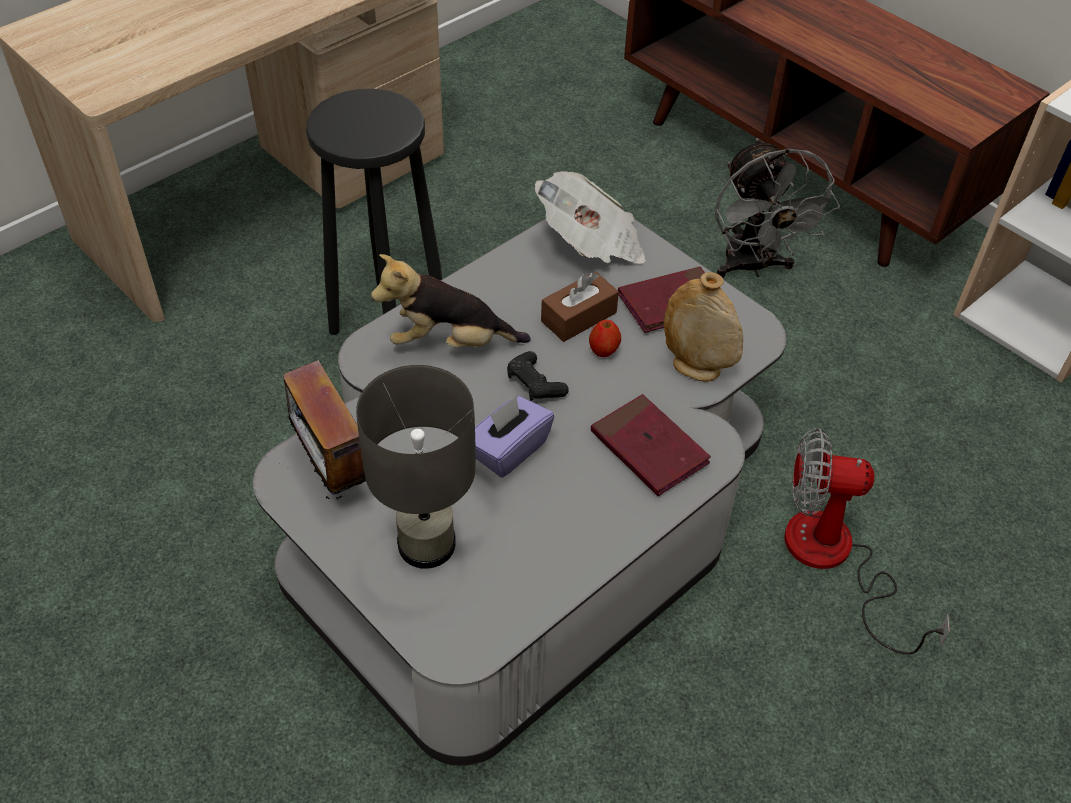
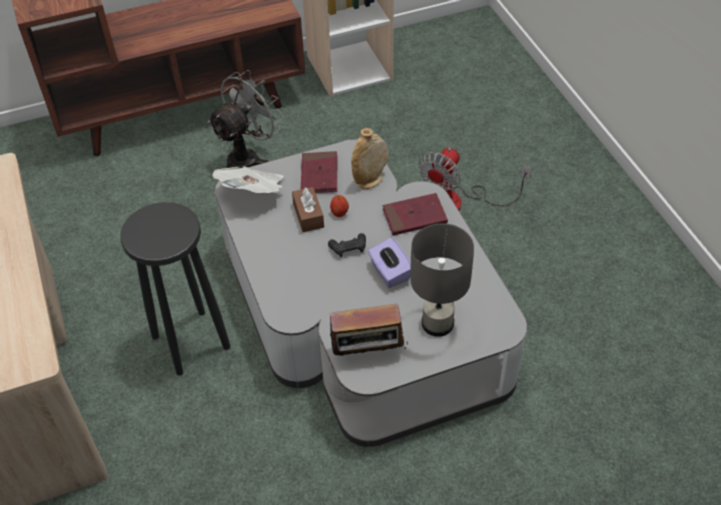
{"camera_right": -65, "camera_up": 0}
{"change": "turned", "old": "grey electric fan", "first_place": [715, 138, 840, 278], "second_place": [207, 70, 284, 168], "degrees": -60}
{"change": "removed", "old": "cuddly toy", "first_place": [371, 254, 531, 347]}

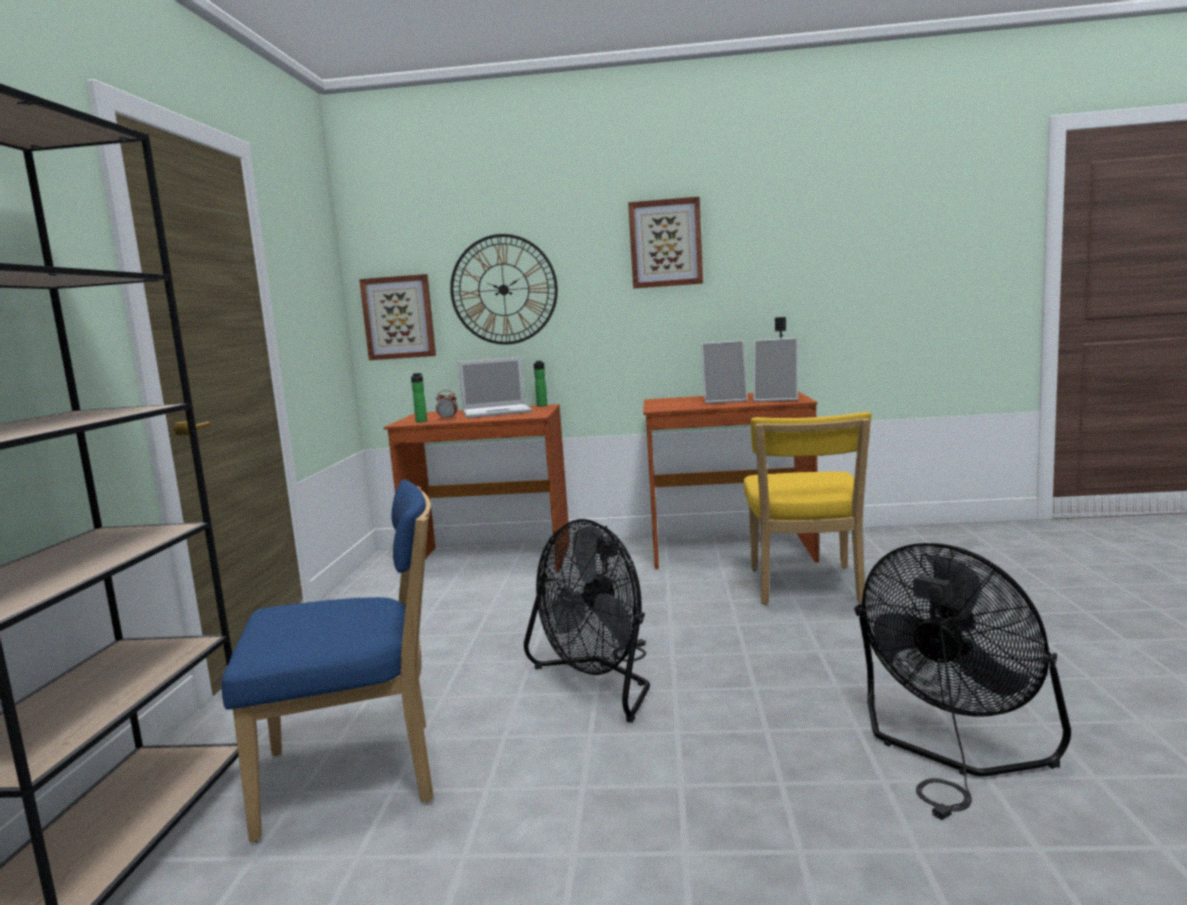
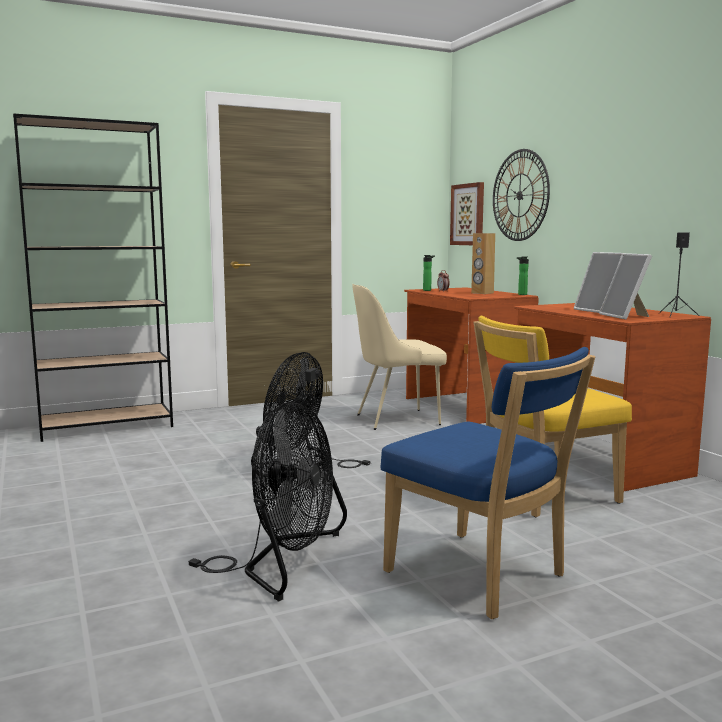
{"camera_right": 60, "camera_up": 0}
{"change": "removed", "old": "wall art", "first_place": [628, 197, 703, 289]}
{"change": "replaced", "old": "notebook computer", "new": "brown audio speaker", "first_place": [458, 357, 532, 418], "second_place": [471, 233, 495, 294]}
{"change": "moved", "old": "bluish chair", "first_place": [222, 479, 433, 842], "second_place": [380, 347, 596, 619]}
{"change": "added", "new": "beige chair", "second_place": [352, 284, 447, 430]}

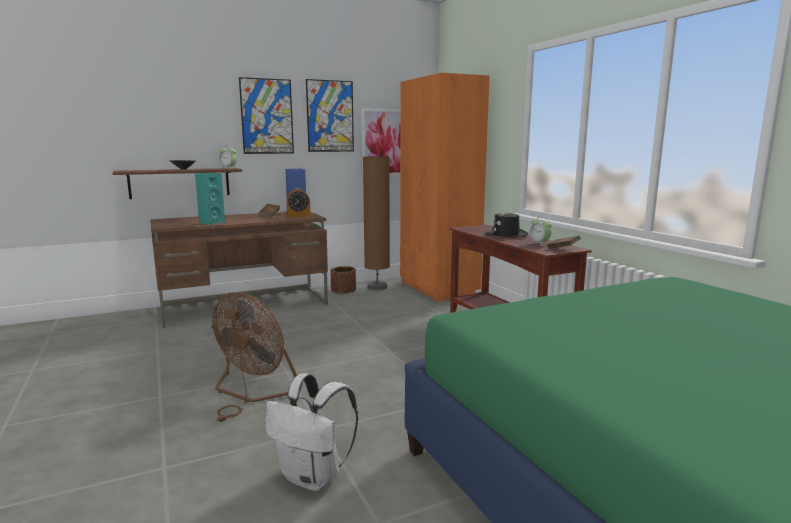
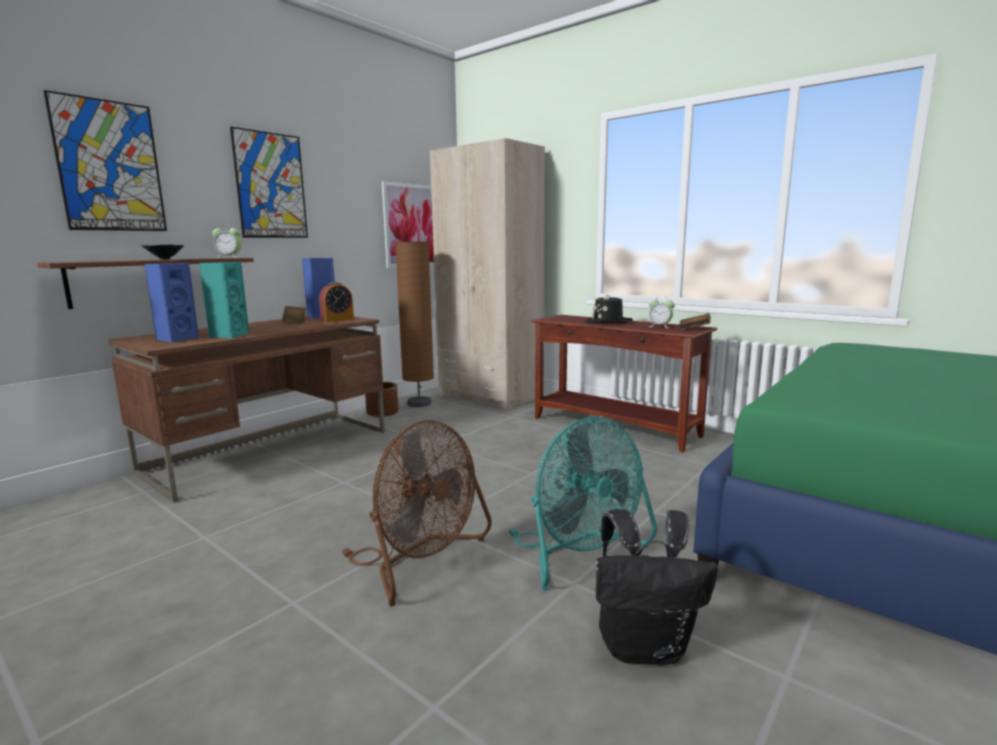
{"camera_right": -25, "camera_up": 0}
{"change": "recoloured", "old": "orange wardrobe", "new": "beige wardrobe", "first_place": [400, 73, 490, 302], "second_place": [430, 138, 545, 409]}
{"change": "moved", "old": "wall art", "first_place": [306, 79, 354, 152], "second_place": [43, 90, 167, 231]}
{"change": "turned", "old": "brown electric fan", "first_place": [211, 292, 297, 422], "second_place": [342, 420, 492, 607], "degrees": 120}
{"change": "recoloured", "old": "white-coloured backpack", "new": "black-coloured backpack", "first_place": [265, 374, 358, 491], "second_place": [596, 509, 718, 665]}
{"change": "added", "new": "bluish audio speaker", "second_place": [145, 263, 199, 343]}
{"change": "added", "new": "turquoise-coloured electric fan", "second_place": [509, 417, 657, 591]}

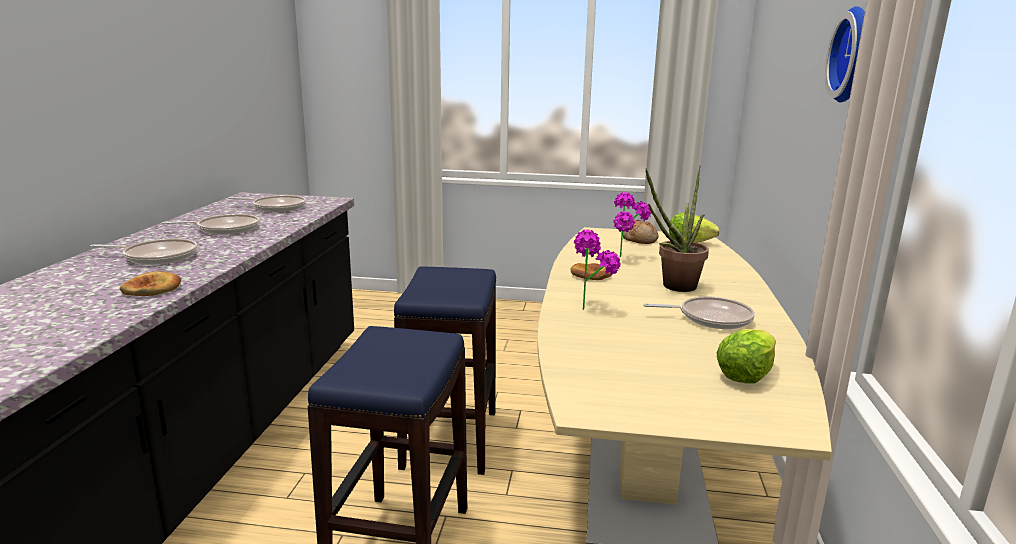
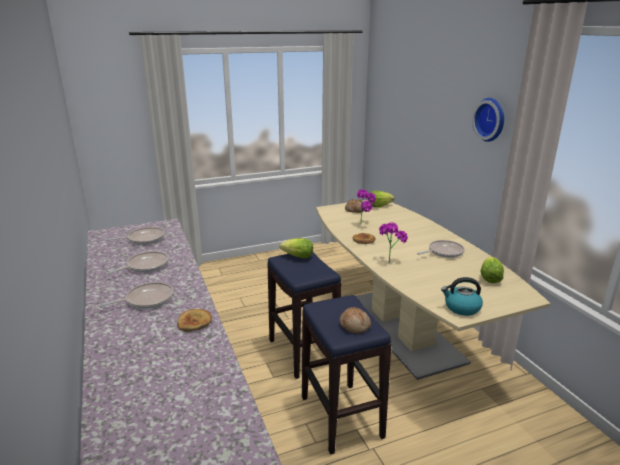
{"camera_right": -30, "camera_up": 5}
{"change": "removed", "old": "plant in a pot", "first_place": [645, 165, 709, 292]}
{"change": "added", "new": "lettuce", "second_place": [280, 238, 313, 259]}
{"change": "added", "new": "water kettle", "second_place": [441, 277, 483, 316]}
{"change": "added", "new": "bakery bread", "second_place": [339, 307, 371, 334]}

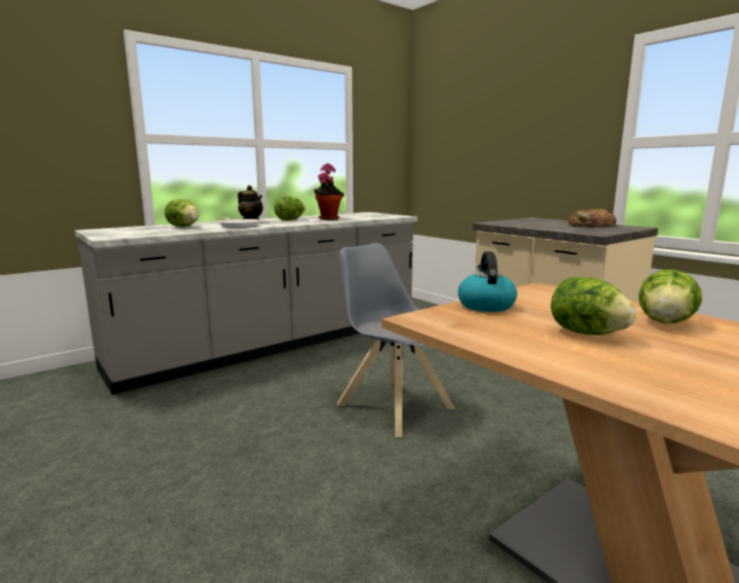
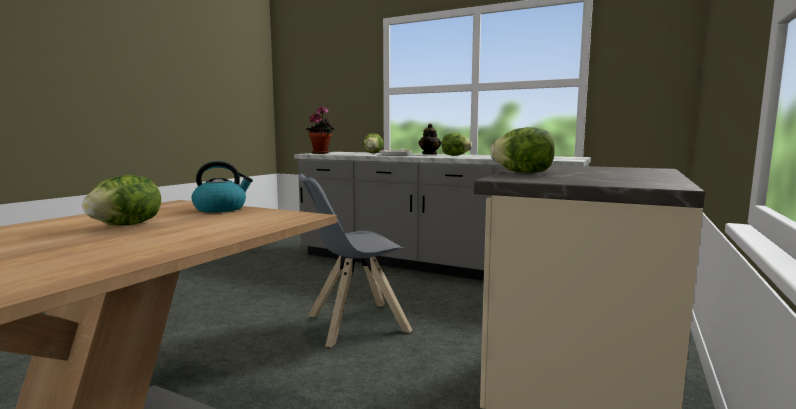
{"camera_right": 65, "camera_up": -5}
{"change": "moved", "old": "plant in a pot", "first_place": [314, 163, 344, 220], "second_place": [306, 106, 334, 154]}
{"change": "removed", "old": "bakery bread", "first_place": [568, 209, 616, 228]}
{"change": "turned", "old": "grey chair", "first_place": [337, 243, 455, 437], "second_place": [298, 174, 412, 347], "degrees": -135}
{"change": "moved", "old": "lettuce", "first_place": [639, 269, 702, 323], "second_place": [490, 127, 555, 173]}

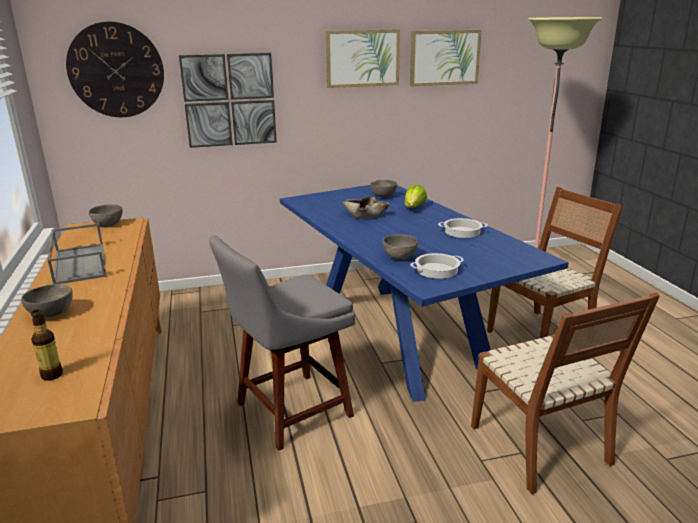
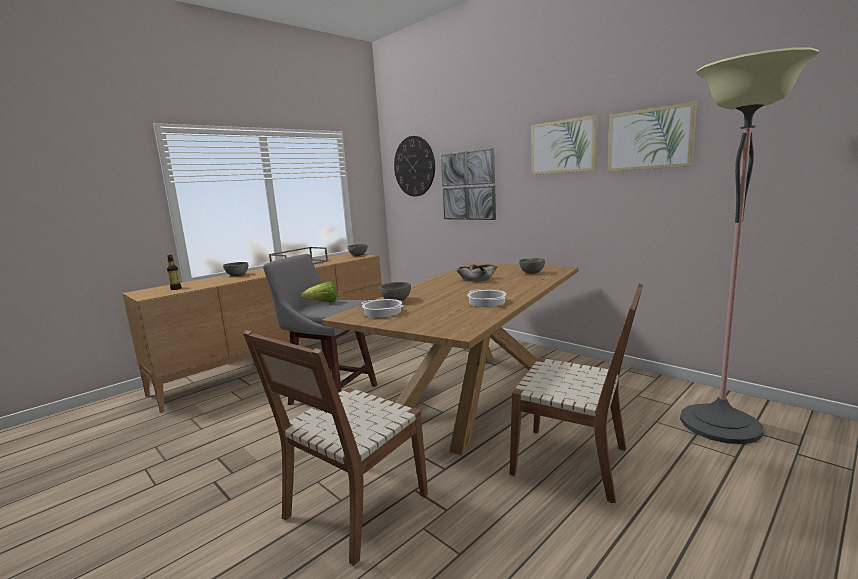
{"camera_right": 60, "camera_up": -10}
{"change": "recoloured", "old": "bluish dinner table", "new": "brown dinner table", "first_place": [280, 185, 569, 402], "second_place": [321, 263, 578, 455]}
{"change": "moved", "old": "lettuce", "first_place": [405, 185, 427, 208], "second_place": [300, 282, 337, 303]}

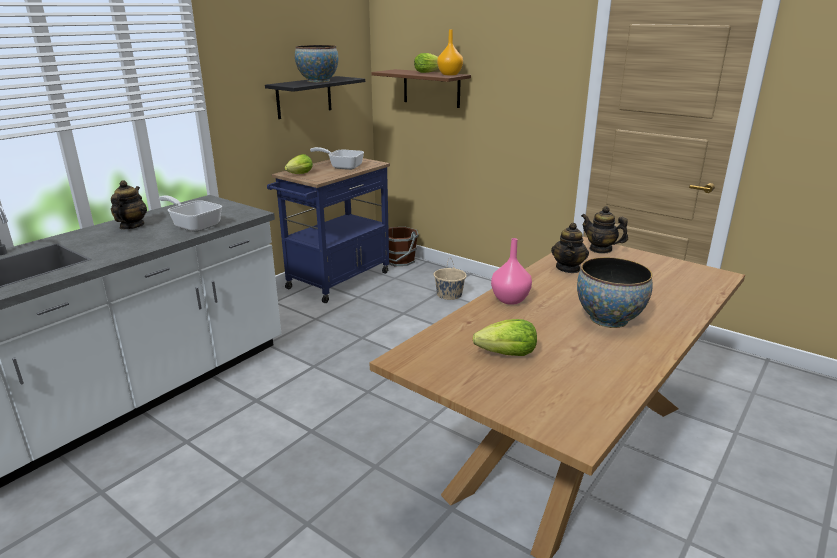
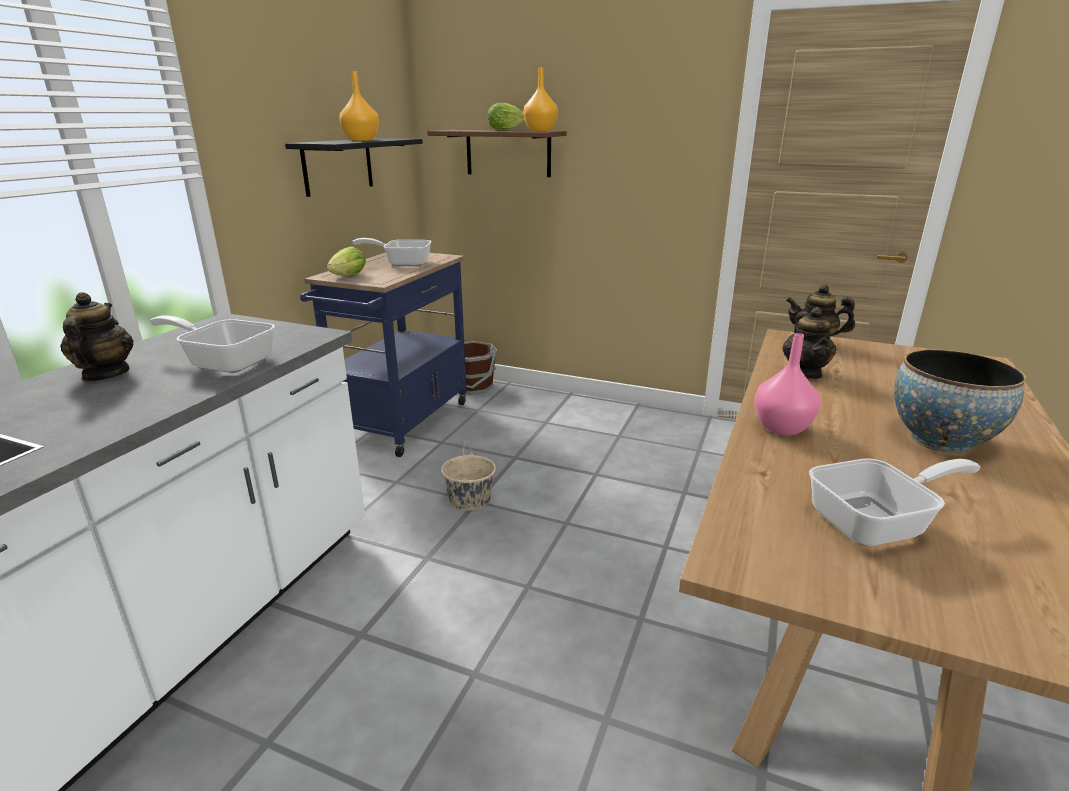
{"camera_right": -15, "camera_up": 0}
{"change": "replaced", "old": "serving bowl", "new": "orange vase", "first_place": [295, 45, 338, 83], "second_place": [339, 71, 379, 141]}
{"change": "moved", "old": "beige pail", "first_place": [434, 258, 467, 300], "second_place": [441, 442, 496, 511]}
{"change": "replaced", "old": "lettuce", "new": "skillet", "first_place": [473, 319, 537, 356], "second_place": [809, 458, 981, 546]}

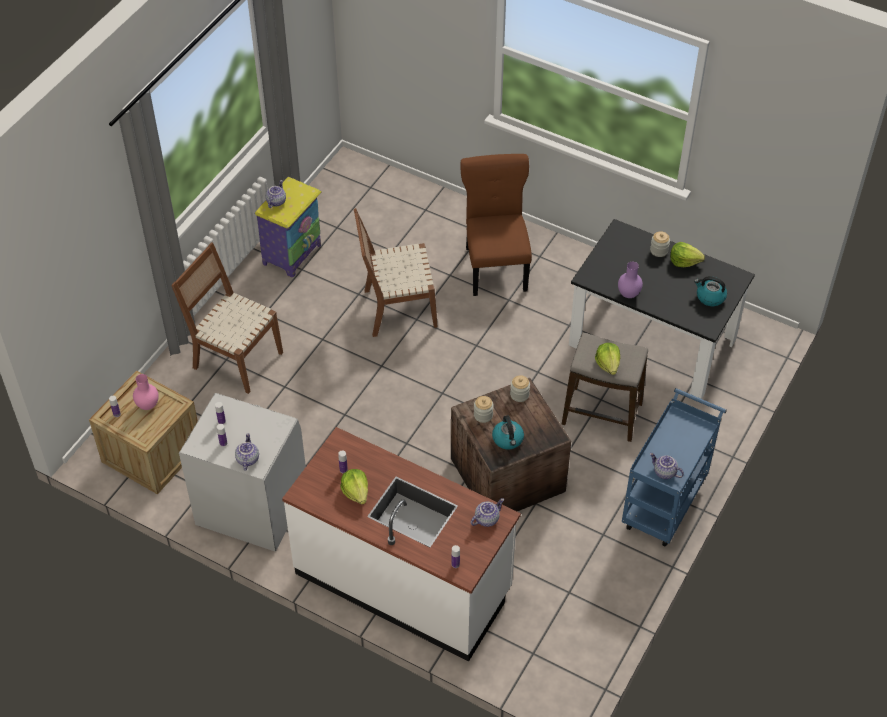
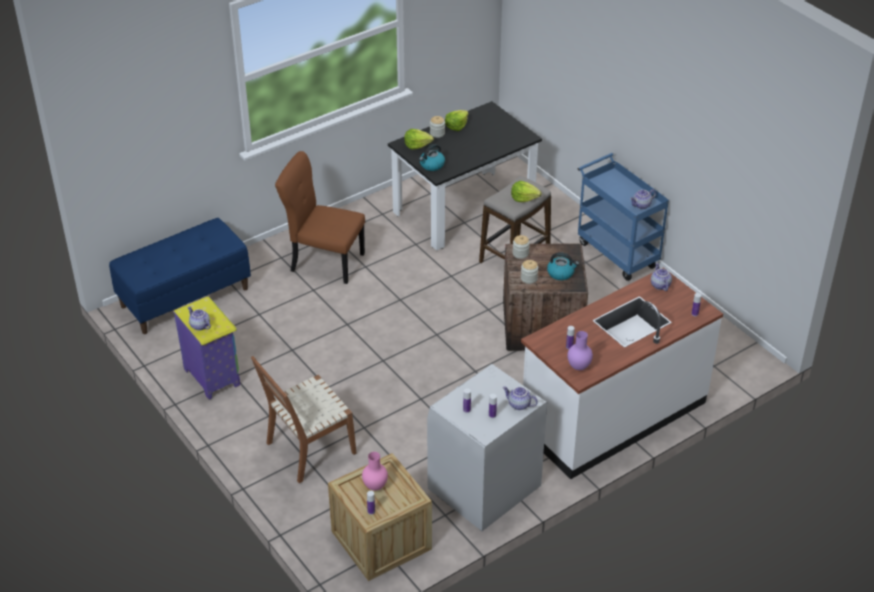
{"camera_right": -65, "camera_up": -10}
{"change": "removed", "old": "chair", "first_place": [354, 208, 438, 337]}
{"change": "moved", "old": "purple vase", "first_place": [618, 262, 643, 298], "second_place": [567, 331, 593, 370]}
{"change": "moved", "old": "water kettle", "first_place": [694, 276, 727, 306], "second_place": [419, 144, 445, 171]}
{"change": "moved", "old": "lettuce", "first_place": [340, 469, 368, 504], "second_place": [404, 129, 434, 149]}
{"change": "added", "new": "bluish bench", "second_place": [109, 218, 251, 334]}

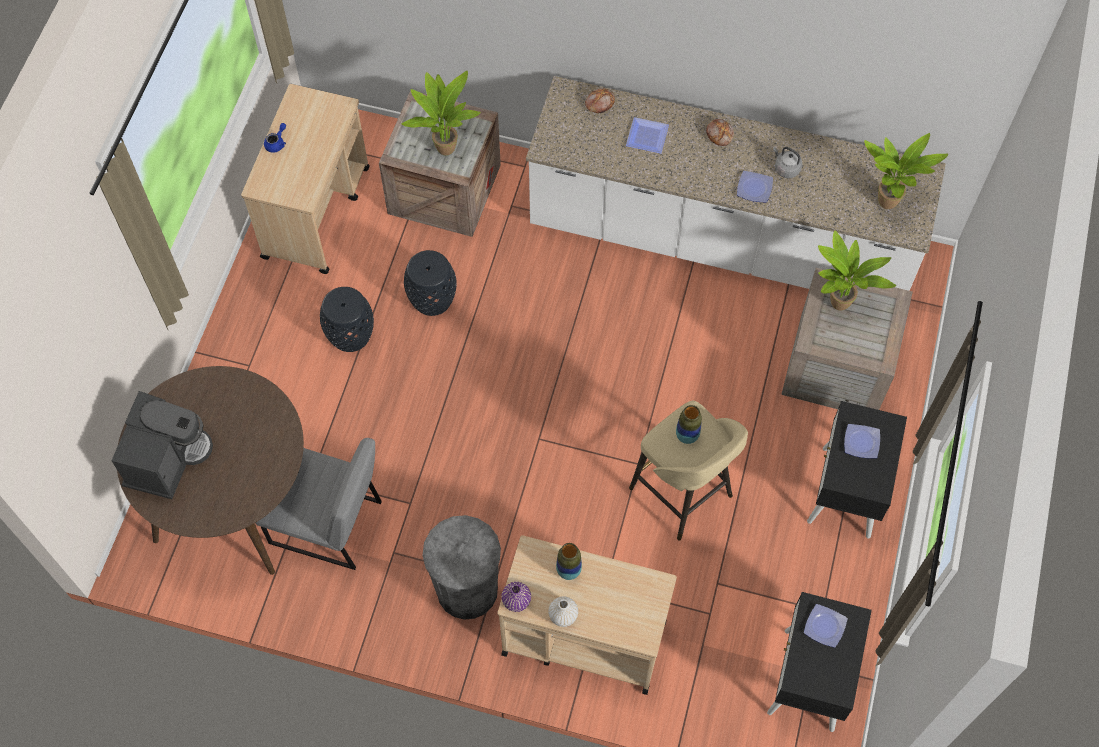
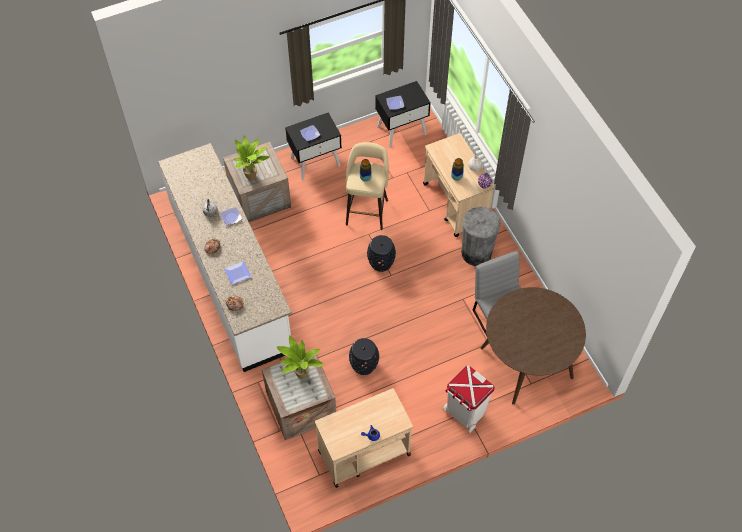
{"camera_right": -130, "camera_up": -5}
{"change": "removed", "old": "plant in a pot", "first_place": [864, 133, 948, 209]}
{"change": "moved", "old": "black-coloured sitting stool", "first_place": [320, 287, 374, 352], "second_place": [367, 235, 396, 272]}
{"change": "removed", "old": "coffee machine", "first_place": [111, 391, 213, 499]}
{"change": "added", "new": "white-coloured rubbish bin", "second_place": [443, 366, 495, 433]}

